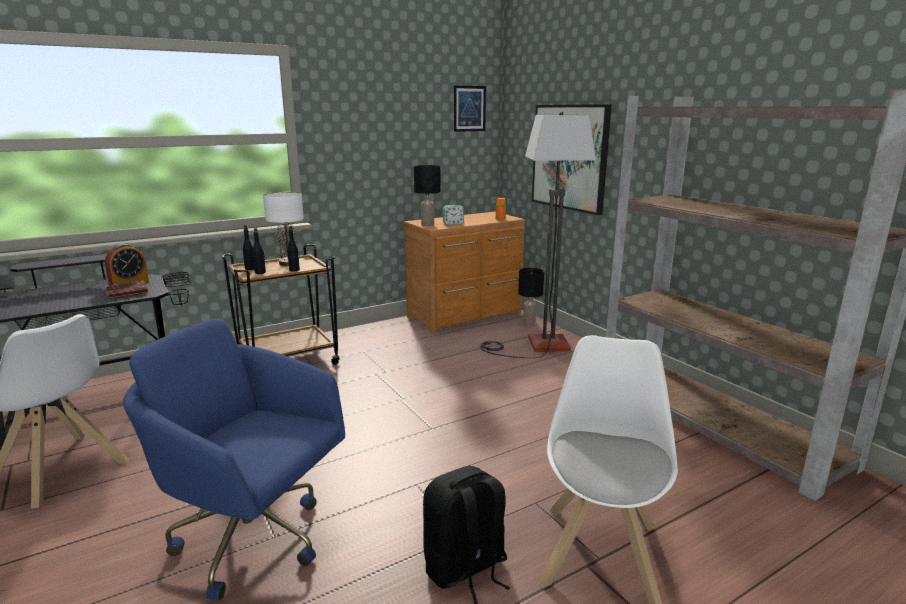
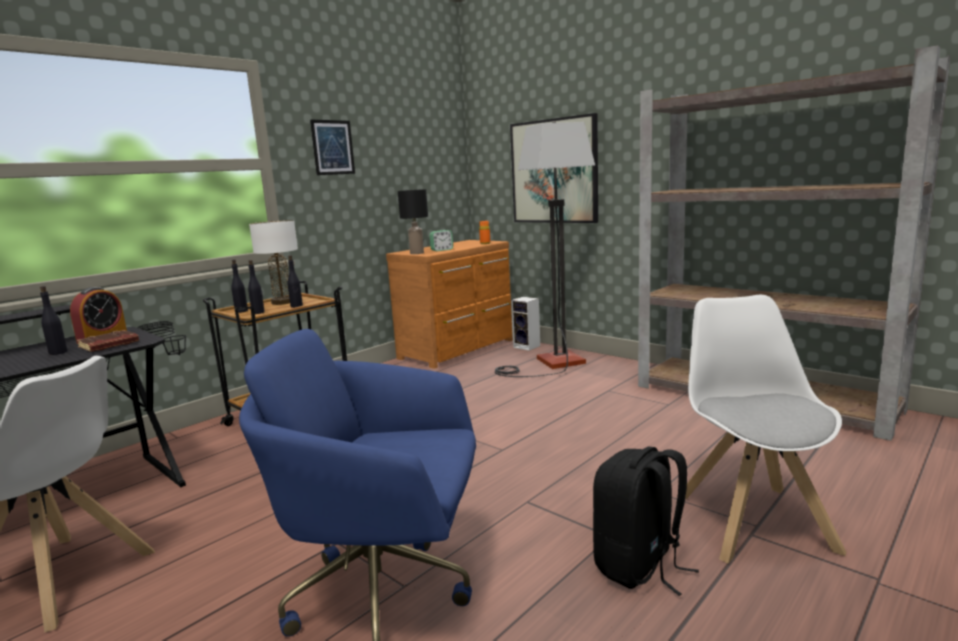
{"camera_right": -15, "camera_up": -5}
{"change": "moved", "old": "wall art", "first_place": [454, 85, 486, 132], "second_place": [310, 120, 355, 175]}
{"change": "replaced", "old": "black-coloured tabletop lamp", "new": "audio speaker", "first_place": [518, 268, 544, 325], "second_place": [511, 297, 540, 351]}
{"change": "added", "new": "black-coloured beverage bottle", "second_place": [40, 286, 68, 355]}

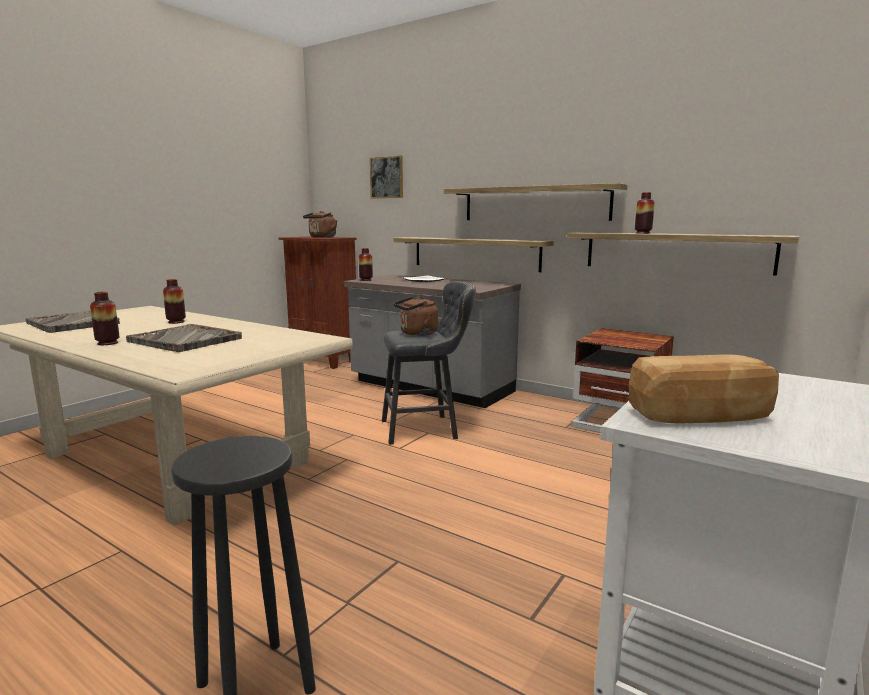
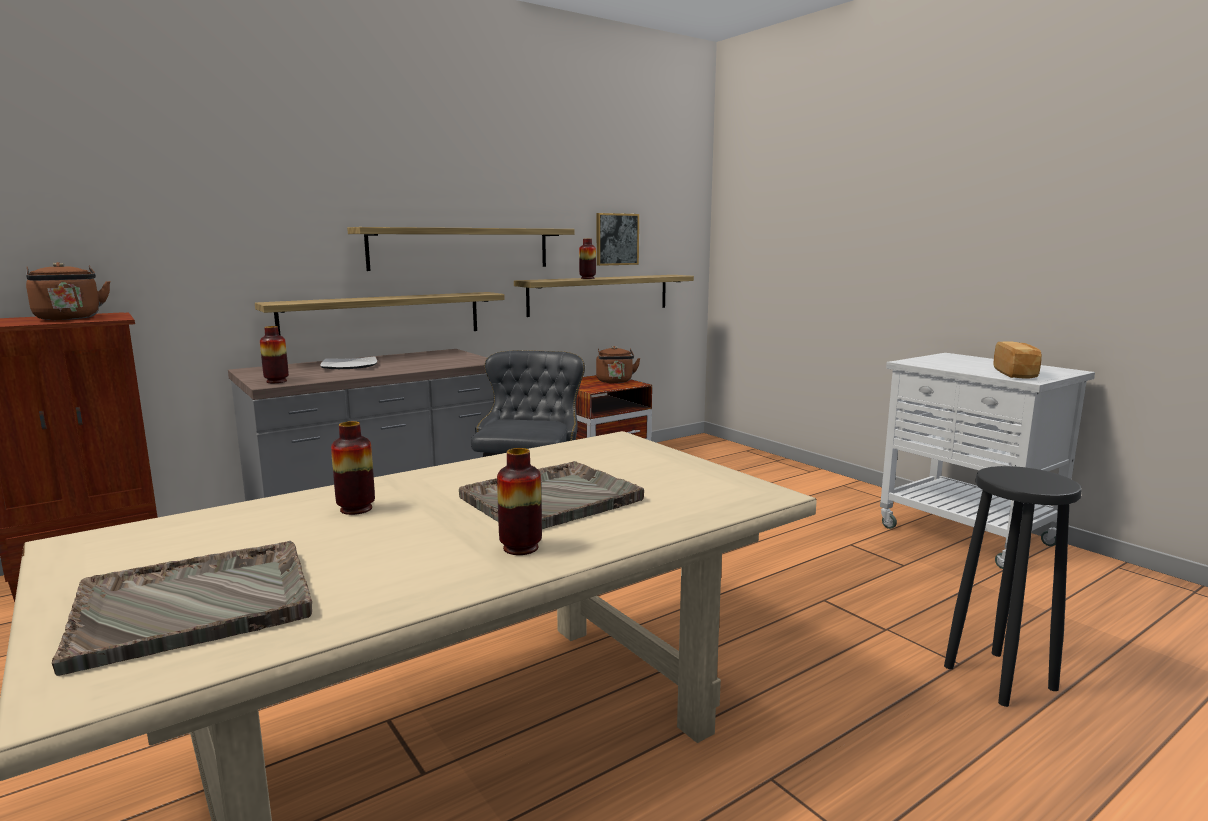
{"camera_right": -70, "camera_up": 0}
{"change": "moved", "old": "wall art", "first_place": [370, 155, 403, 199], "second_place": [597, 213, 639, 266]}
{"change": "moved", "old": "brown water kettle", "first_place": [394, 296, 438, 336], "second_place": [596, 346, 641, 383]}

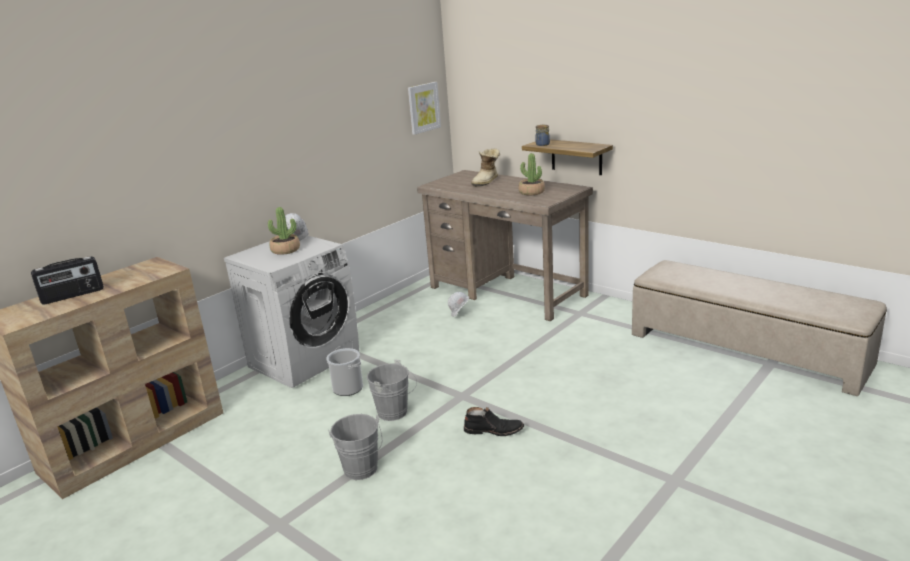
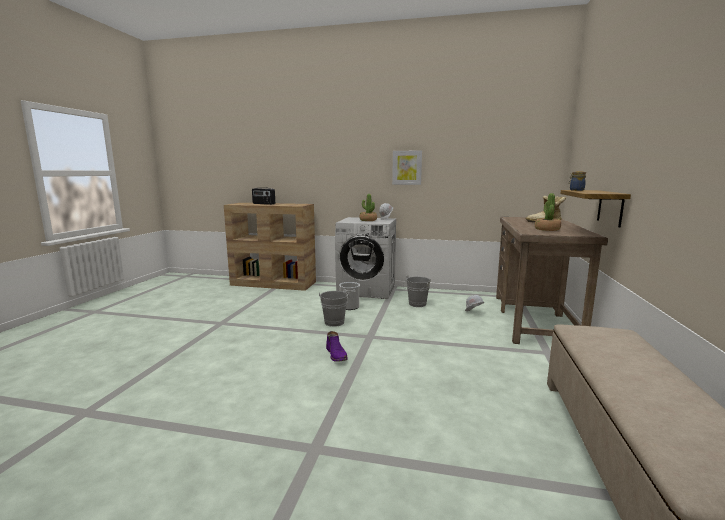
{"camera_right": 60, "camera_up": -10}
{"change": "moved", "old": "wall art", "first_place": [408, 82, 441, 135], "second_place": [392, 150, 422, 185]}
{"change": "recoloured", "old": "black-coloured high-top boot", "new": "purple high-top boot", "first_place": [464, 407, 524, 436], "second_place": [326, 331, 348, 362]}
{"change": "moved", "old": "grey pail", "first_place": [328, 414, 382, 480], "second_place": [403, 275, 431, 307]}

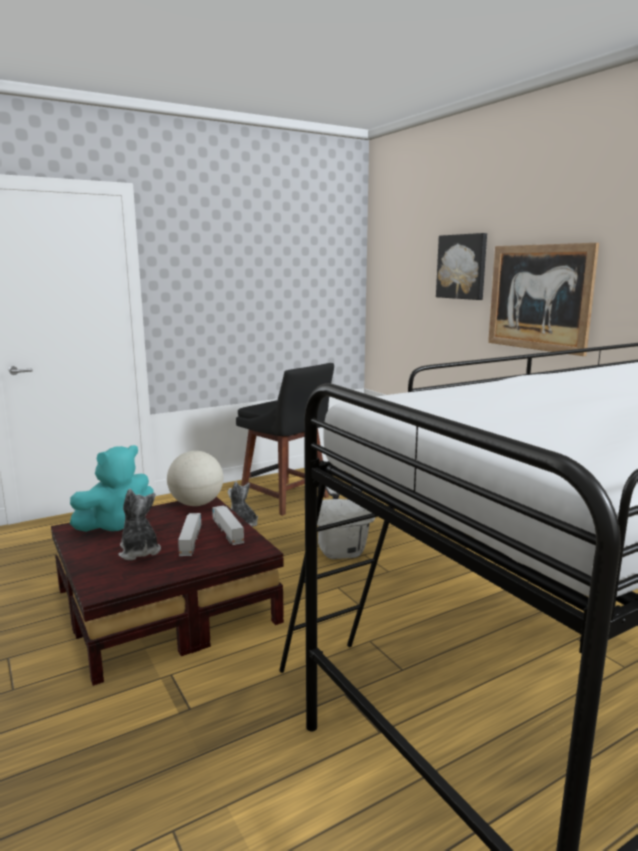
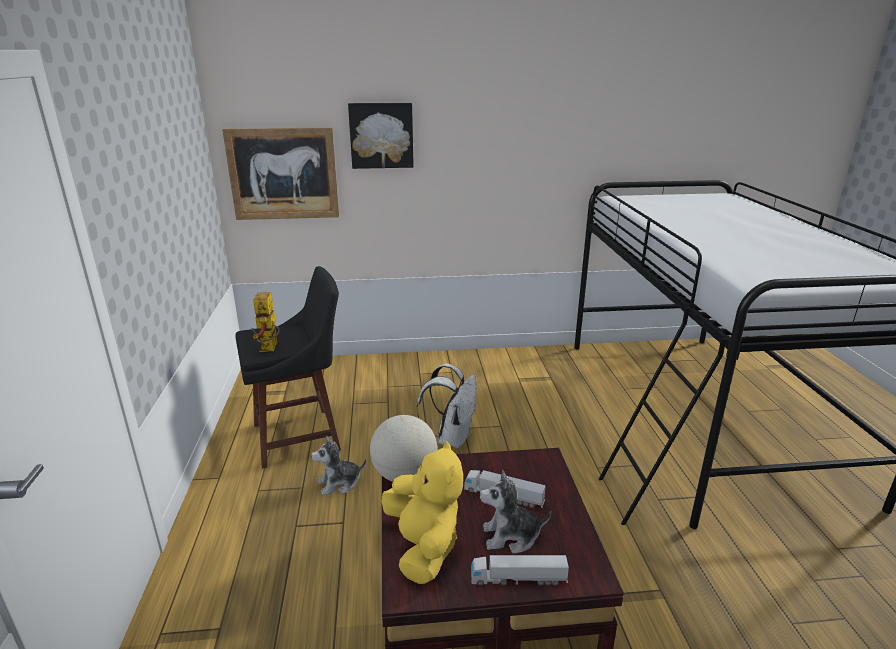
{"camera_right": -65, "camera_up": 10}
{"change": "moved", "old": "wall art", "first_place": [488, 243, 599, 356], "second_place": [222, 127, 339, 220]}
{"change": "recoloured", "old": "turquoise-coloured cuddly toy", "new": "yellow-coloured cuddly toy", "first_place": [70, 445, 154, 532], "second_place": [382, 441, 463, 584]}
{"change": "moved", "old": "toy lorry", "first_place": [212, 506, 244, 545], "second_place": [471, 555, 569, 585]}
{"change": "added", "new": "toy robot", "second_place": [251, 292, 280, 352]}

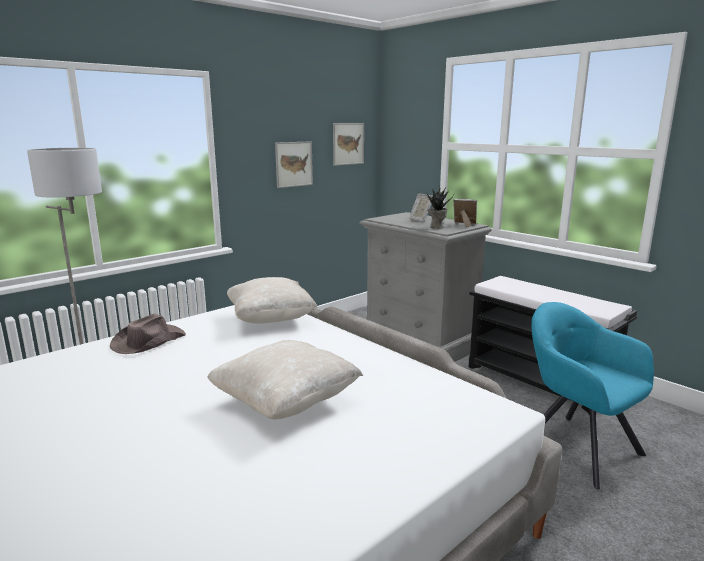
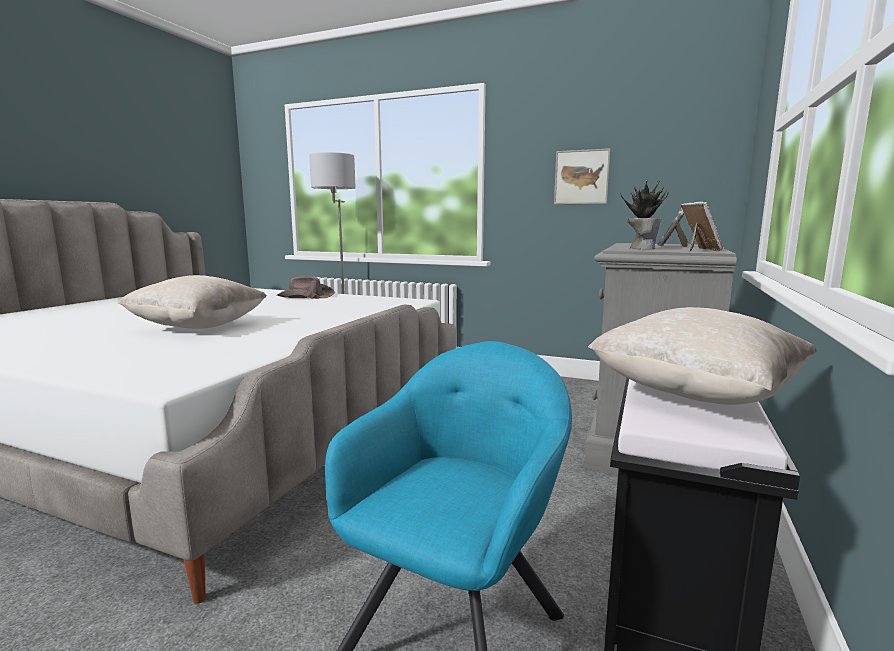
{"camera_right": 65, "camera_up": -5}
{"change": "removed", "old": "wall art", "first_place": [333, 123, 364, 166]}
{"change": "moved", "old": "beige pillow", "first_place": [227, 277, 317, 324], "second_place": [588, 307, 817, 405]}

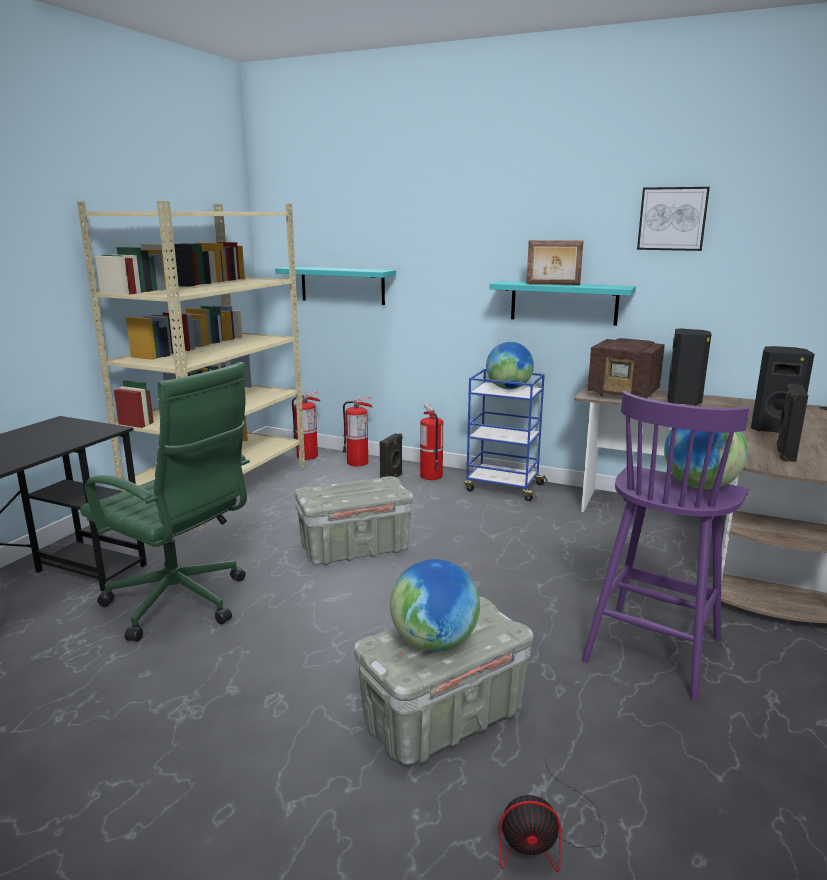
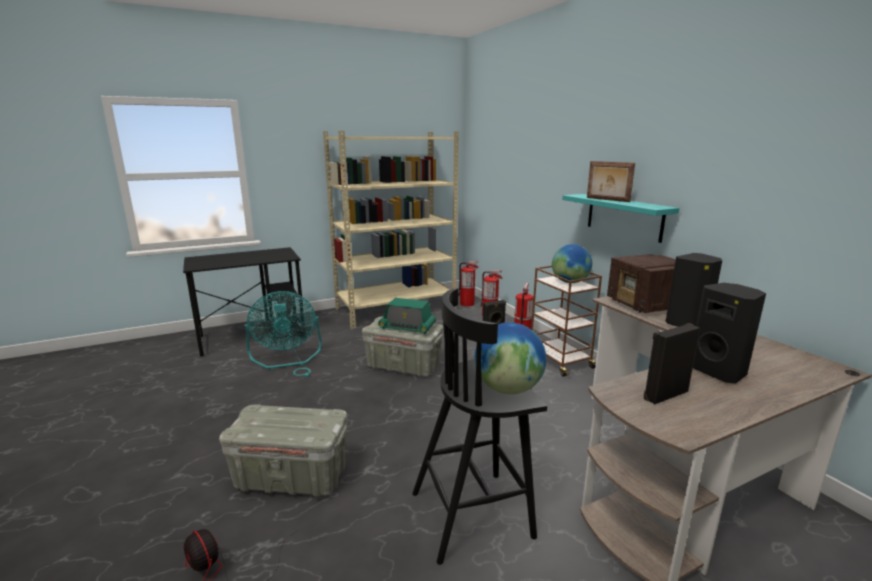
{"camera_right": 40, "camera_up": 0}
{"change": "removed", "old": "wall art", "first_place": [637, 187, 710, 251]}
{"change": "removed", "old": "turquoise-coloured wall shelf", "first_place": [275, 267, 396, 305]}
{"change": "replaced", "old": "greenish computer chair", "new": "turquoise-coloured electric fan", "first_place": [80, 362, 250, 642], "second_place": [245, 291, 322, 377]}
{"change": "recoloured", "old": "bluish wheeled cart", "new": "brown wheeled cart", "first_place": [464, 369, 548, 501], "second_place": [531, 265, 602, 377]}
{"change": "recoloured", "old": "purple sitting stool", "new": "black-coloured sitting stool", "first_place": [582, 390, 750, 701], "second_place": [412, 288, 547, 565]}
{"change": "removed", "old": "world globe", "first_place": [390, 559, 480, 652]}
{"change": "added", "new": "radio", "second_place": [378, 298, 436, 334]}

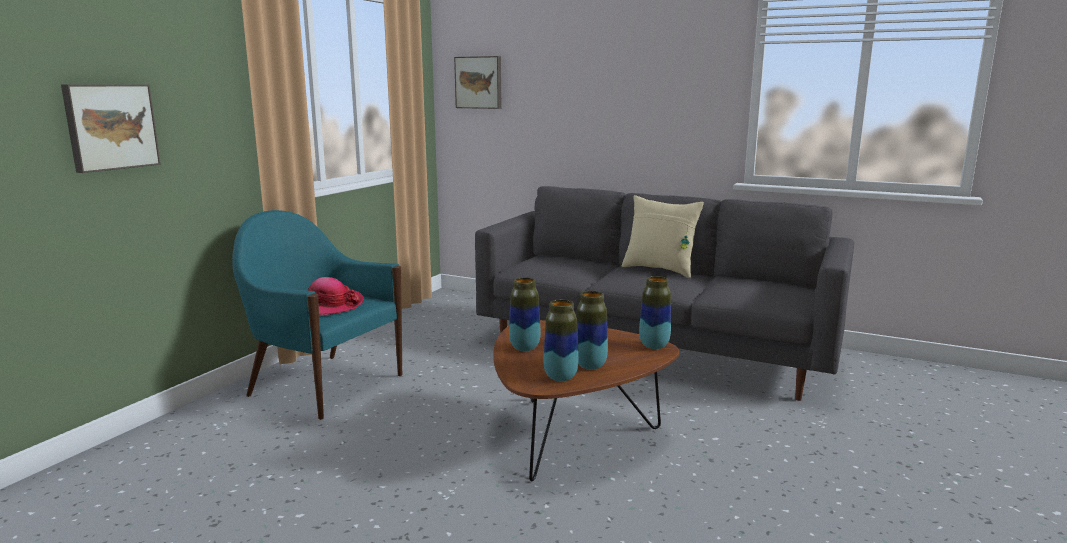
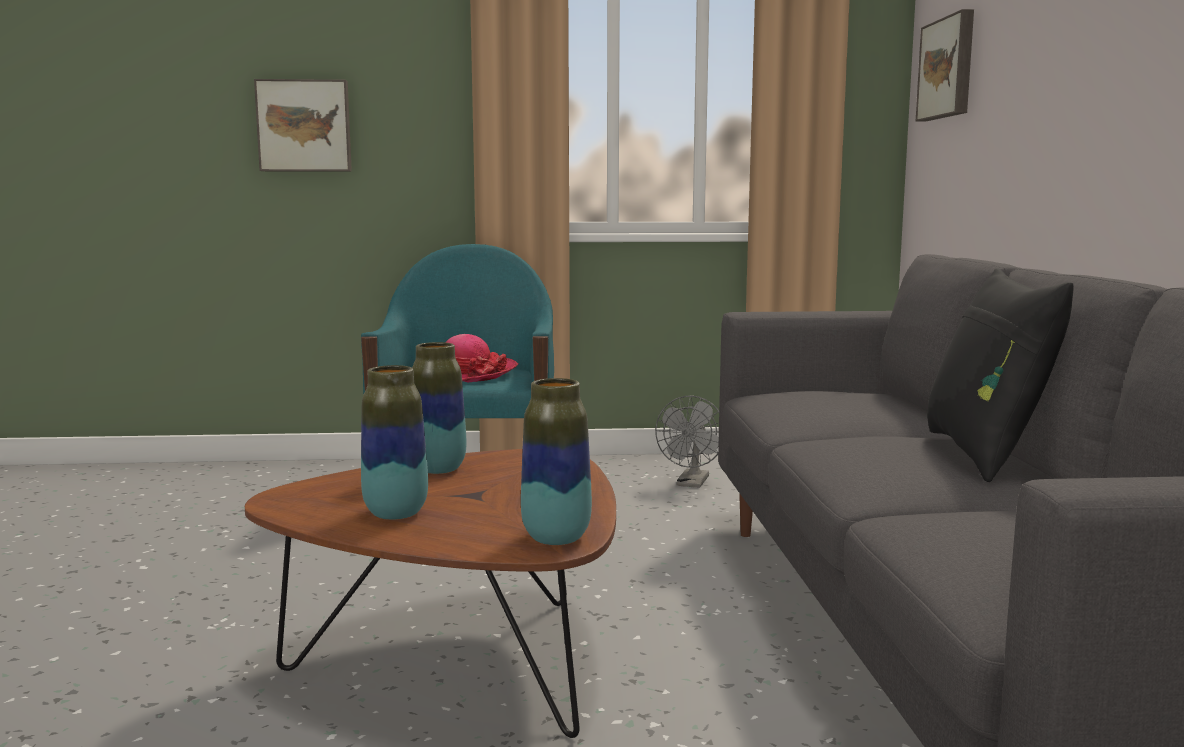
{"camera_right": 60, "camera_up": -5}
{"change": "recoloured", "old": "beige pillow", "new": "black-coloured pillow", "first_place": [621, 195, 704, 278], "second_place": [927, 268, 1074, 482]}
{"change": "removed", "old": "vase", "first_place": [544, 299, 579, 381]}
{"change": "added", "new": "grey electric fan", "second_place": [655, 396, 719, 488]}

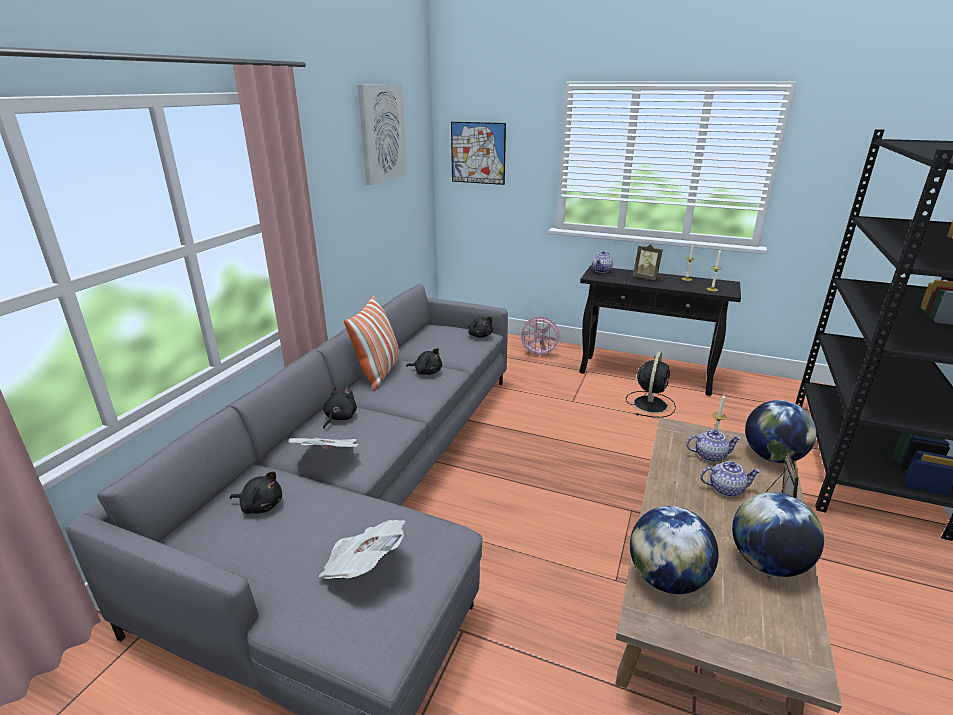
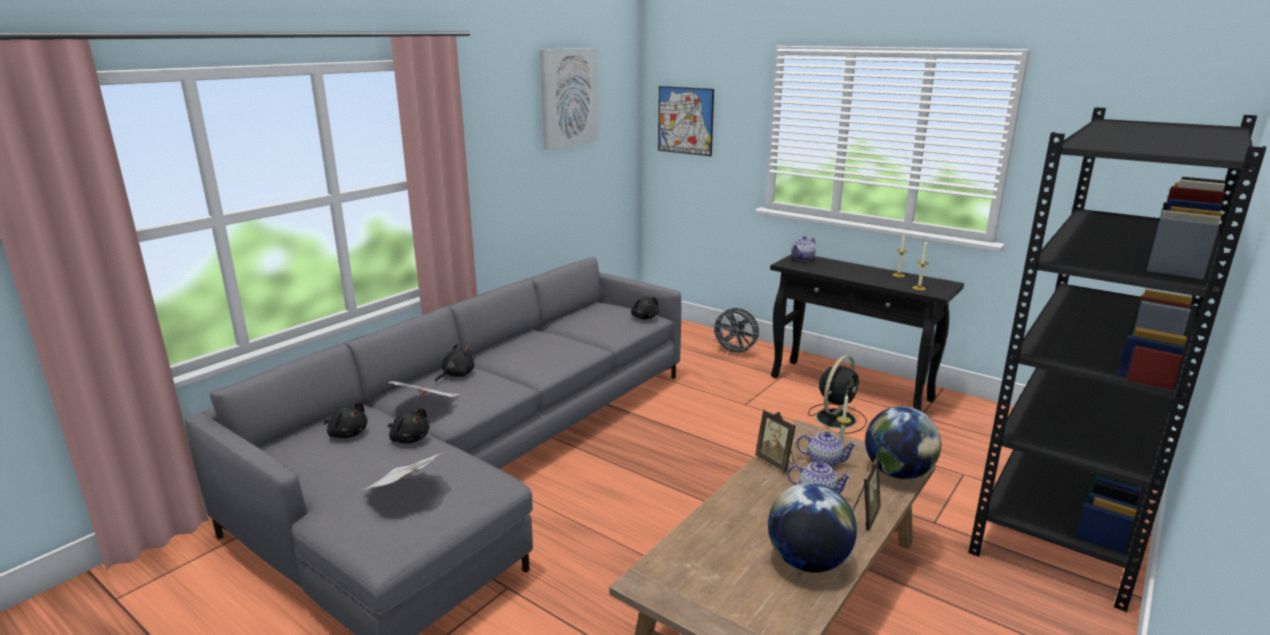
{"camera_right": 15, "camera_up": -5}
{"change": "moved", "old": "standing frame", "first_place": [633, 244, 663, 280], "second_place": [755, 409, 796, 472]}
{"change": "removed", "old": "pillow", "first_place": [344, 295, 400, 391]}
{"change": "recoloured", "old": "pinkish electric fan", "new": "grey electric fan", "first_place": [518, 317, 561, 358], "second_place": [711, 308, 759, 356]}
{"change": "moved", "old": "black-coloured cuddly toy", "first_place": [406, 348, 442, 375], "second_place": [388, 408, 430, 444]}
{"change": "removed", "old": "world globe", "first_place": [630, 506, 718, 594]}

